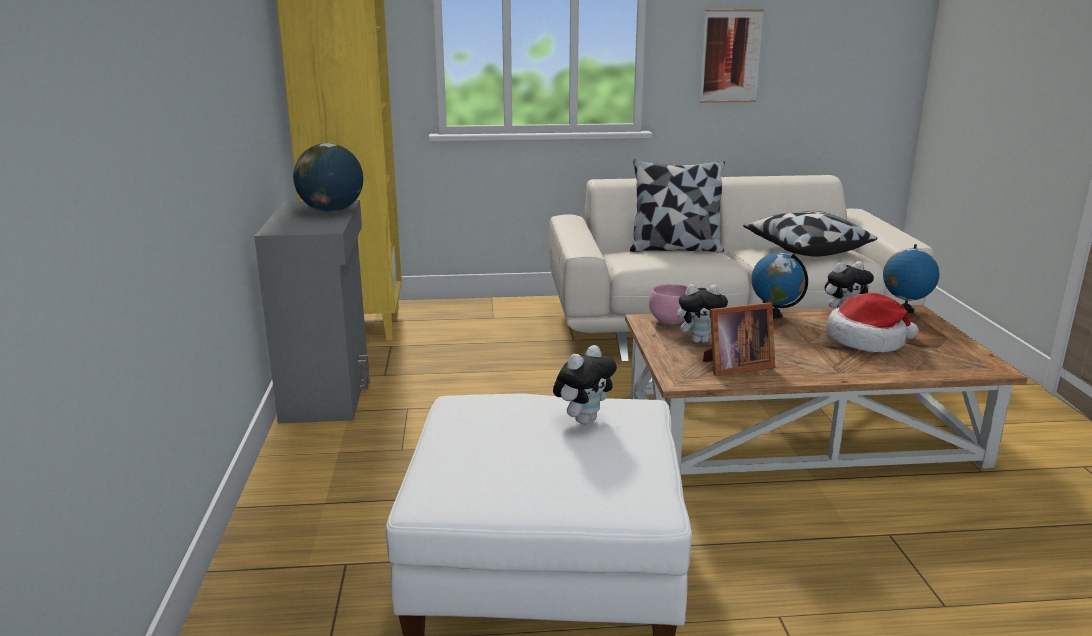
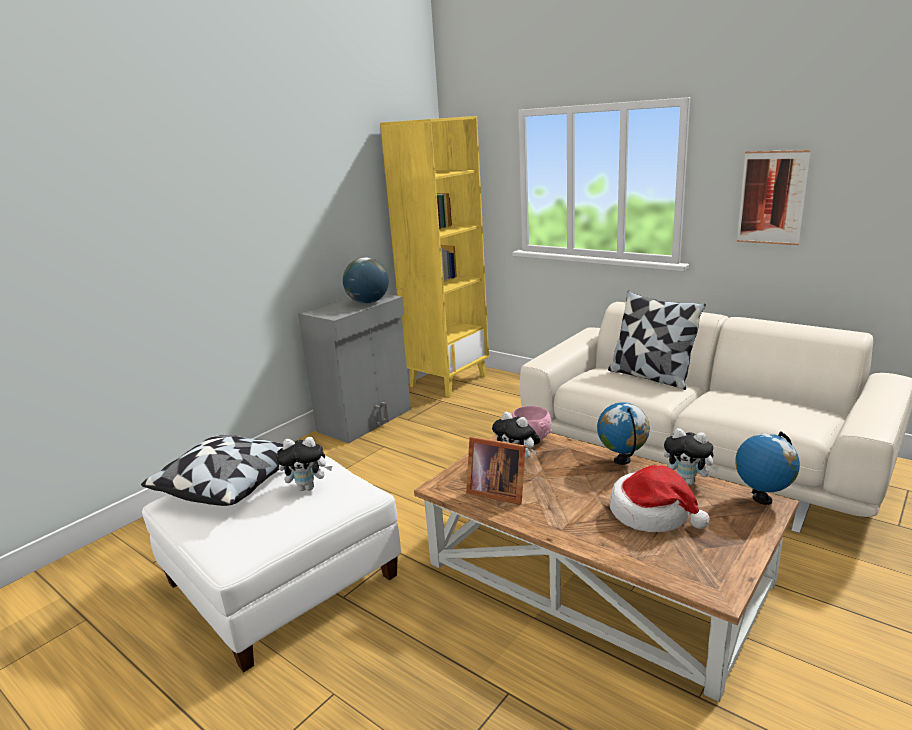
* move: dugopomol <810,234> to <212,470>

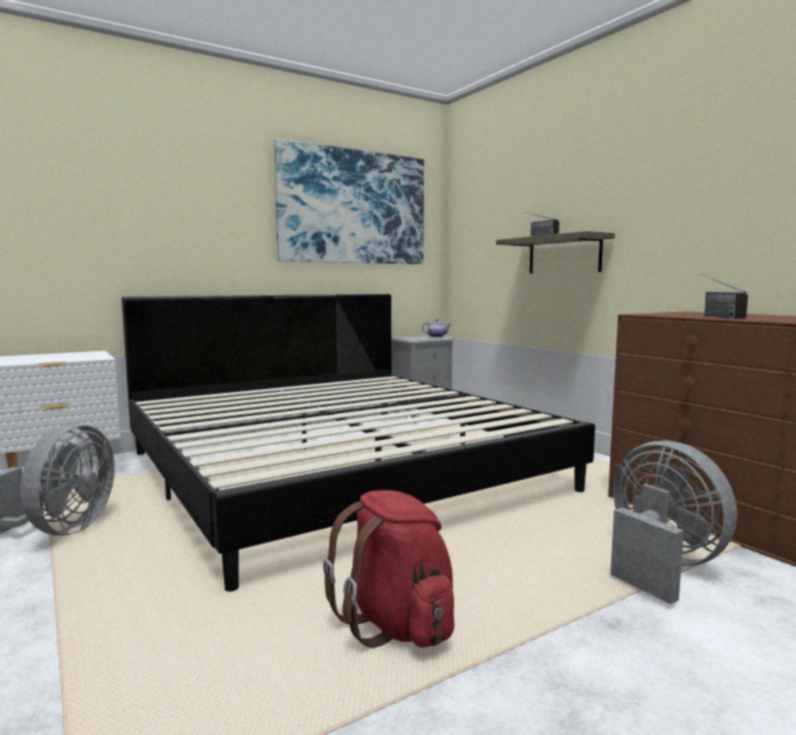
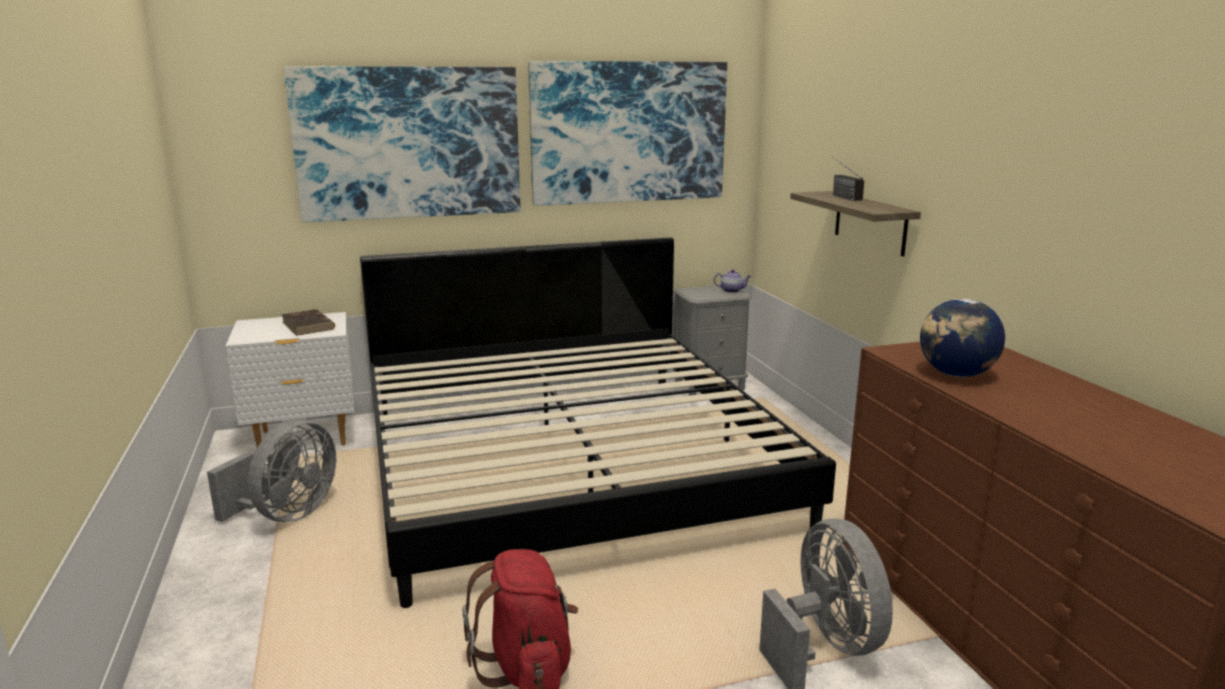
* insert: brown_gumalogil <308,322>
* insert: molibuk <402,144>
* replace: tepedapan <725,296> to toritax <962,338>

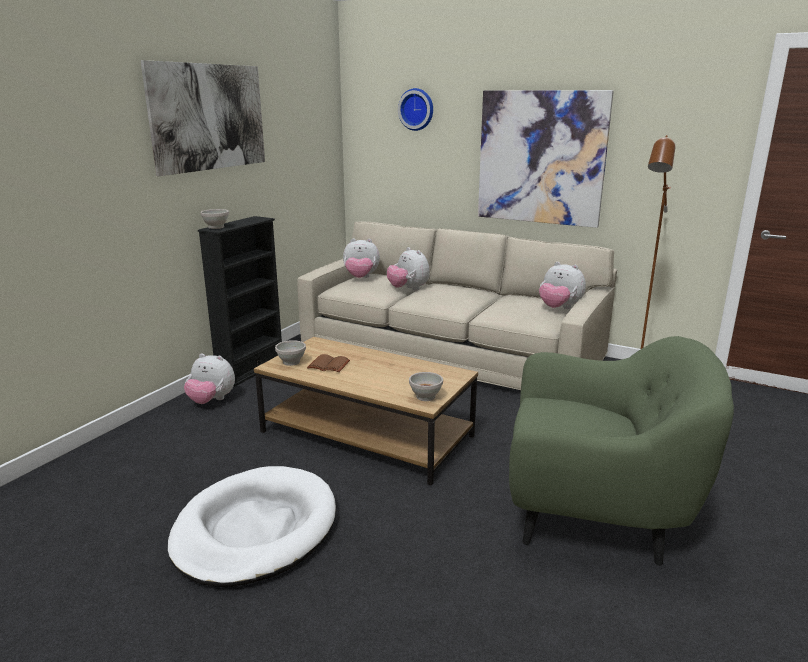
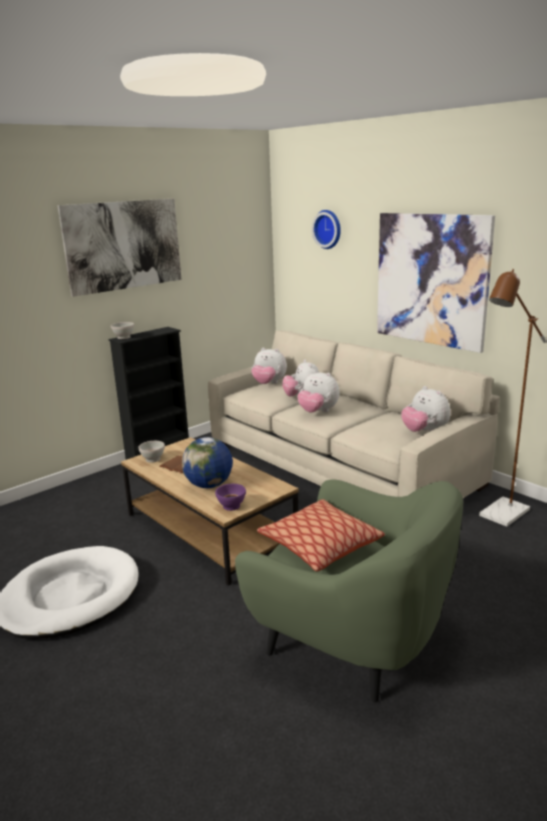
* insert: toritax <207,462>
* recolor: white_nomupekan <426,386> to purple_nomupekan <230,497>
* insert: dugopomol <321,535>
* move: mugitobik <209,379> to <318,391>

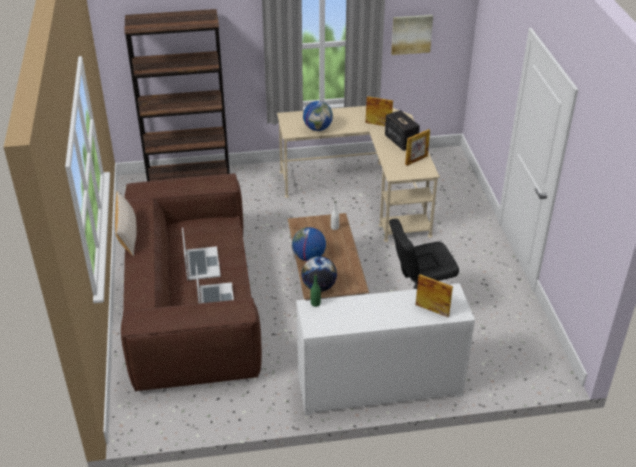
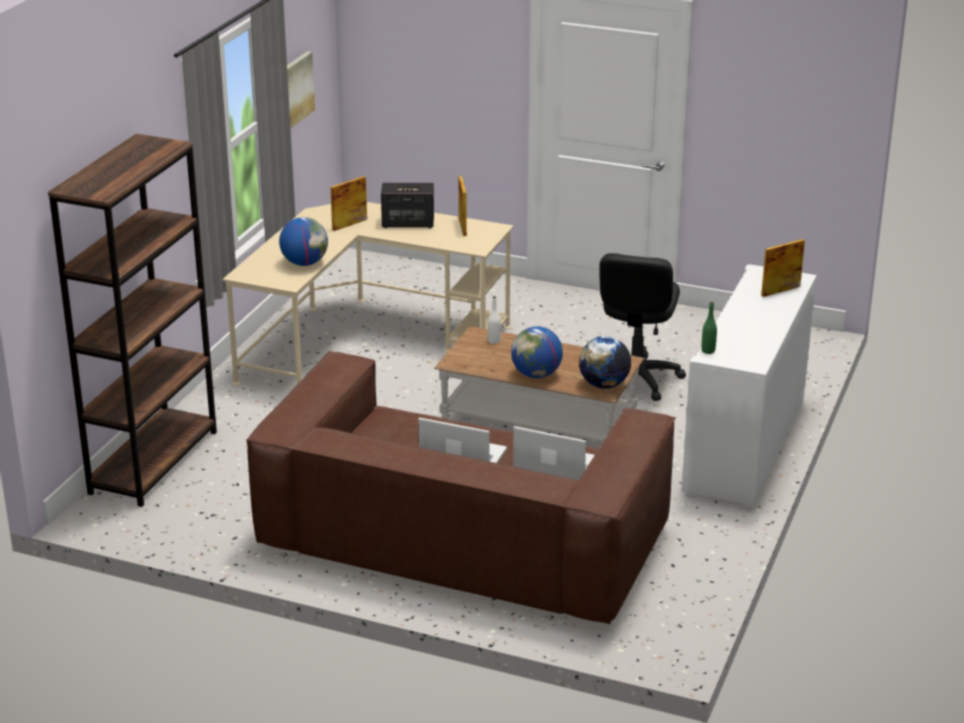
* delete: beige_dugopomol <126,224>

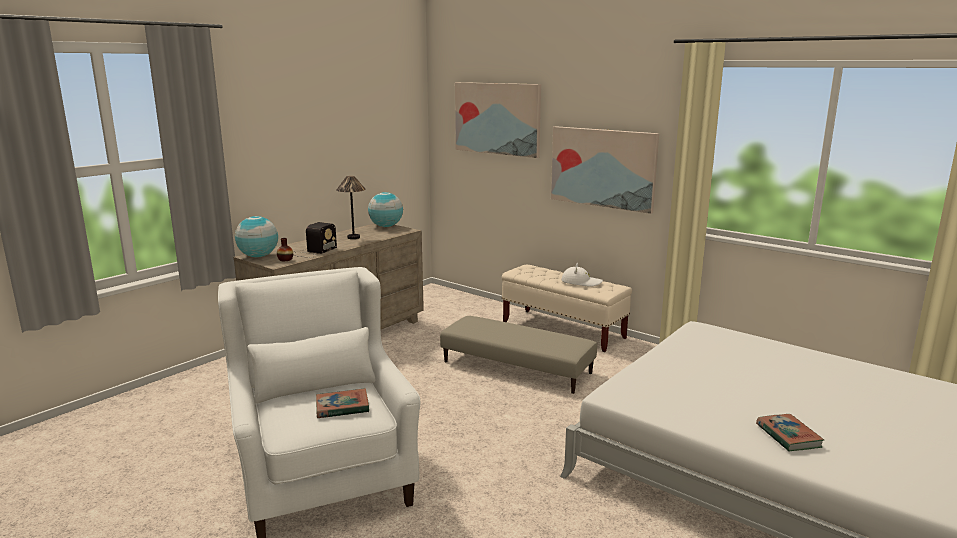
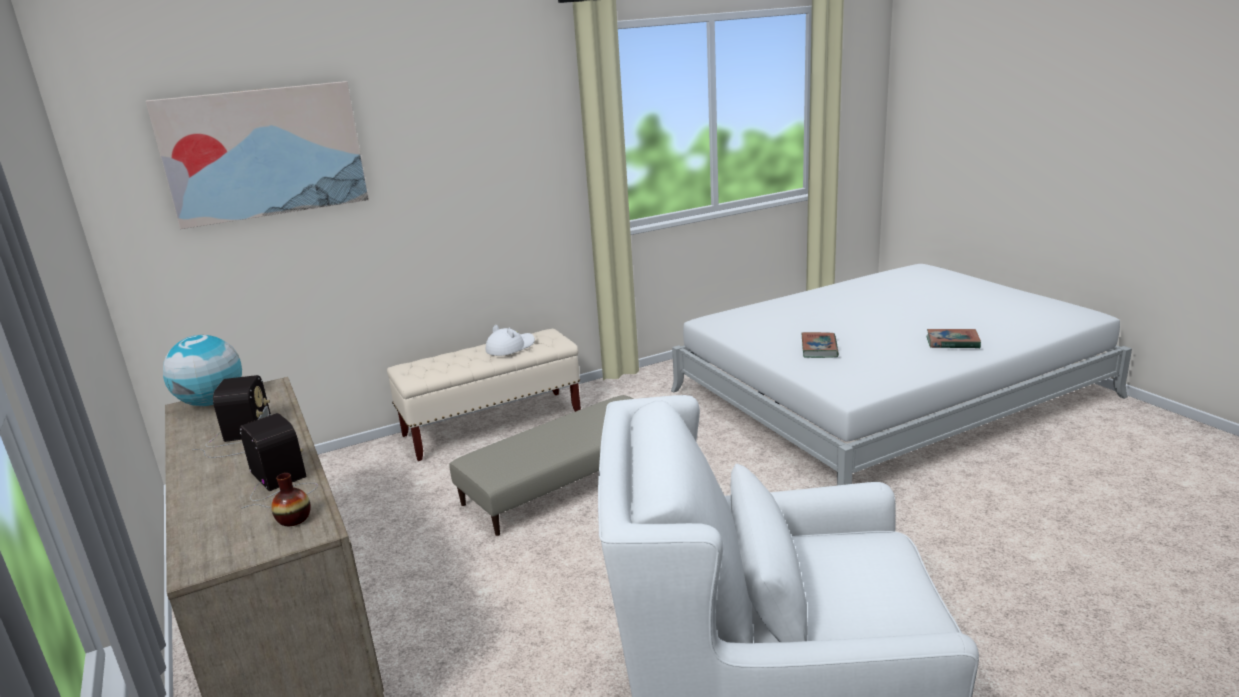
* replace: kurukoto <350,207> to tepedapan <231,416>
* move: gumalogil <342,403> to <820,345>
* delete: toritax <256,237>
* delete: molibuk <605,170>

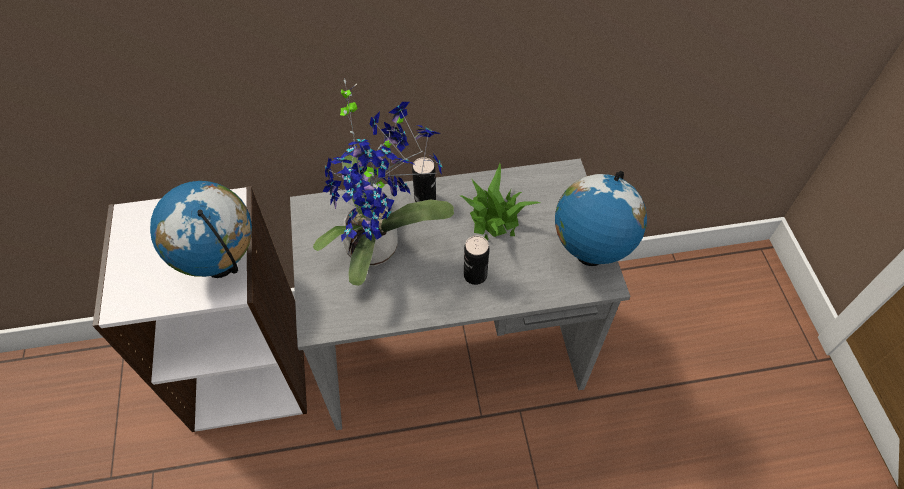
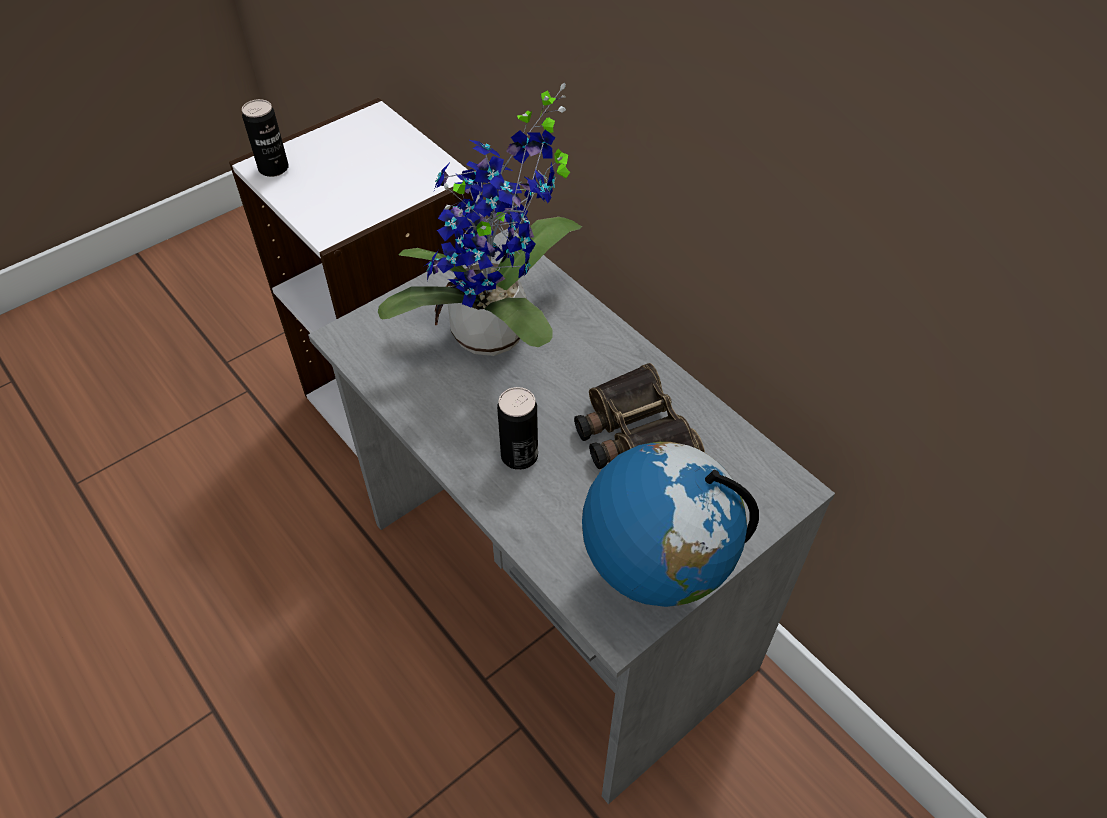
* move: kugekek <424,179> to <265,138>
* replace: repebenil <500,202> to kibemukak <639,416>
* delete: toritax <201,229>

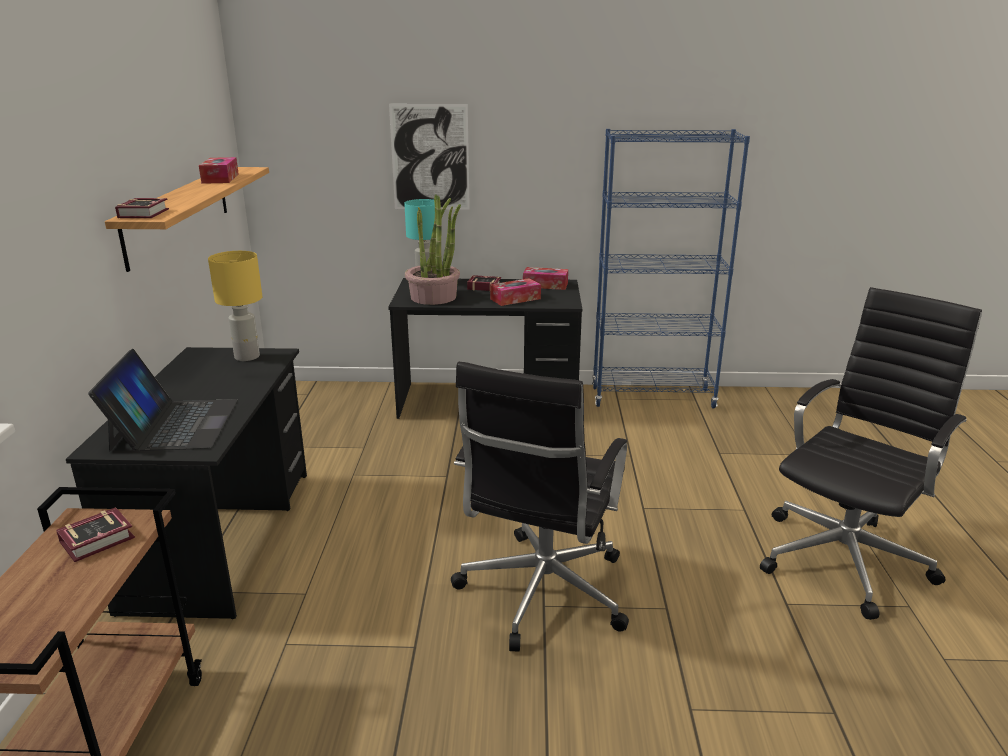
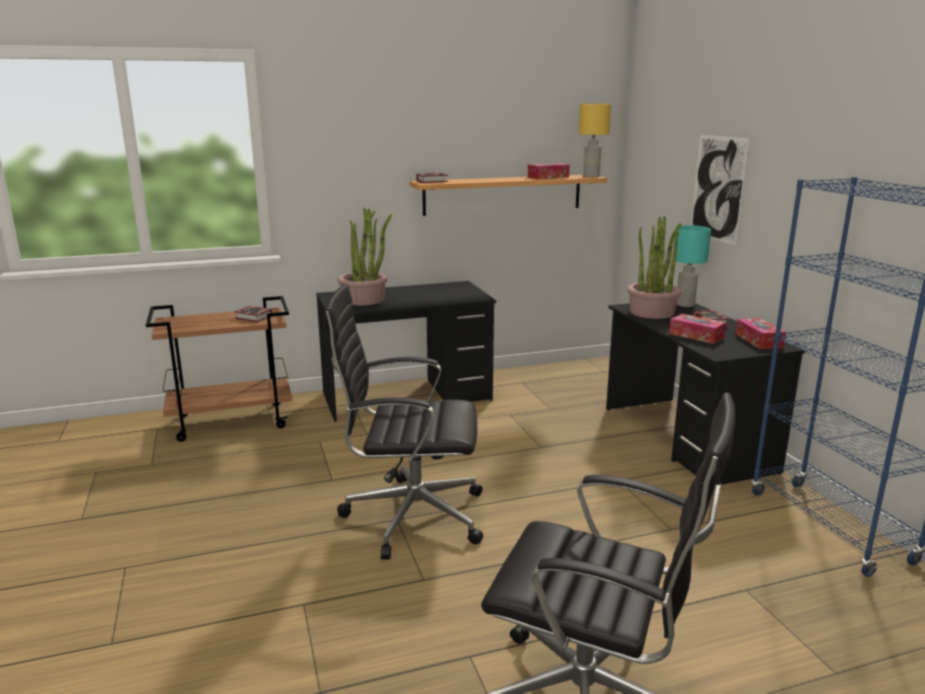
* replace: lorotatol <163,400> to repebenil <365,257>
* move: yellow_kurukoto <235,306> to <595,140>

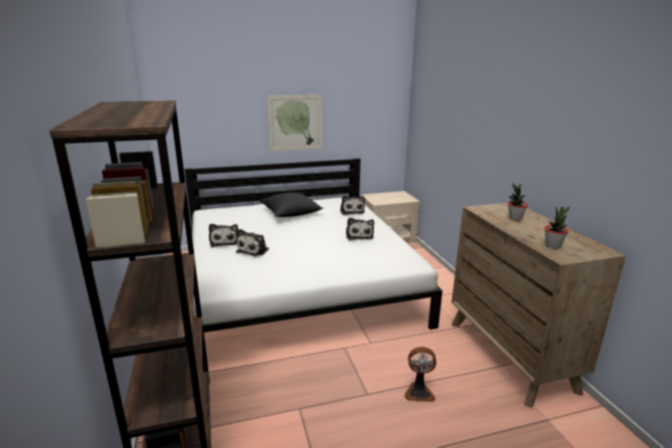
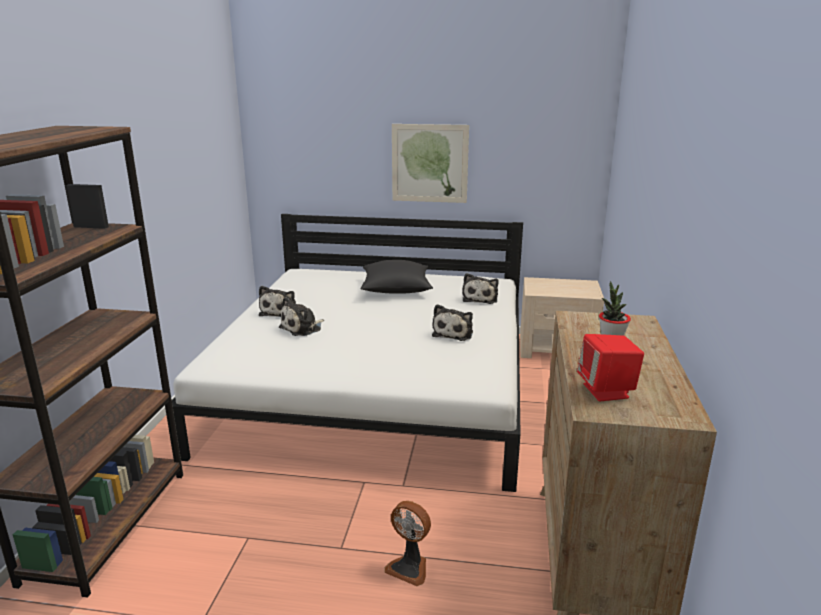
* replace: repebenil <557,227> to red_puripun <610,367>

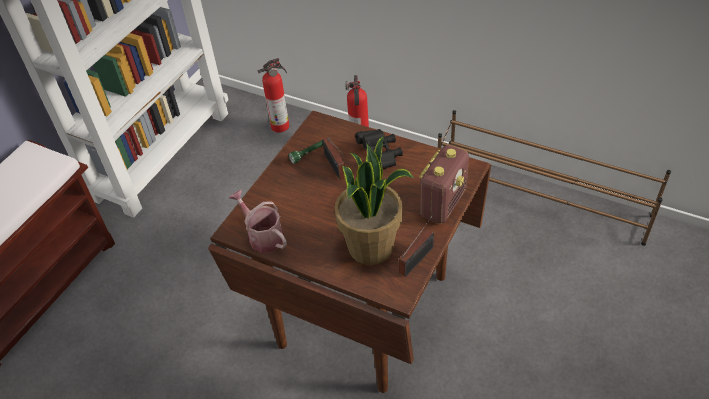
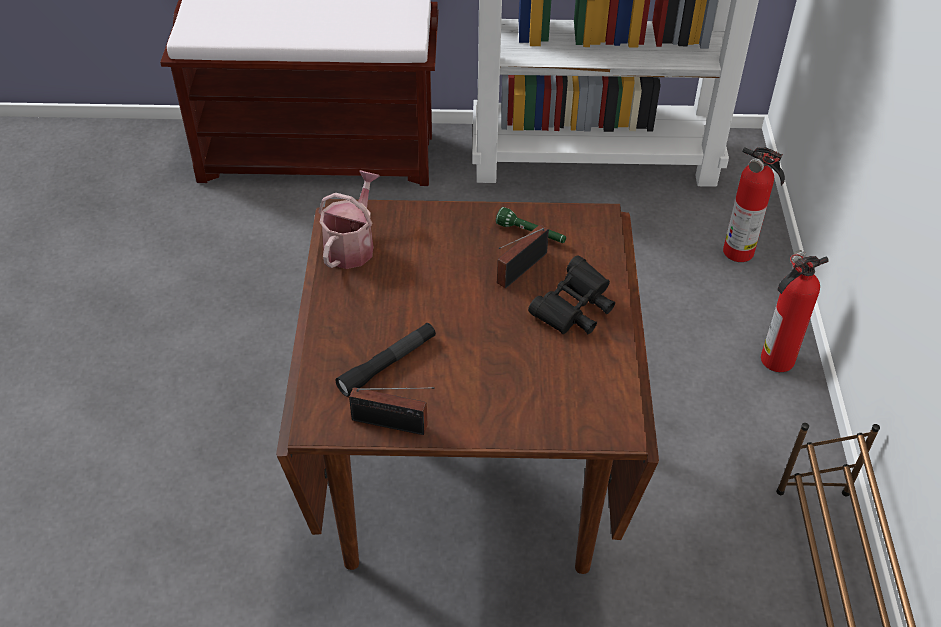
* replace: repebenil <374,200> to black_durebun <385,360>
* delete: tepedapan <444,184>

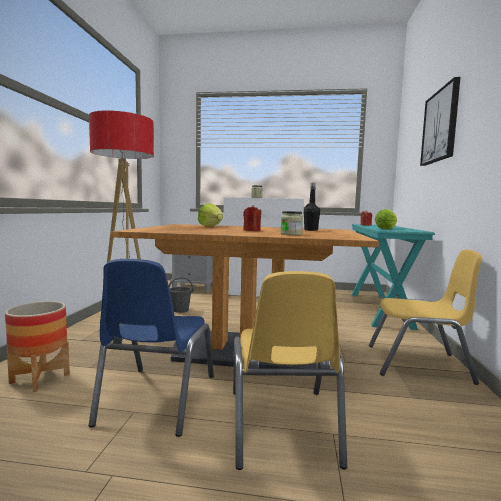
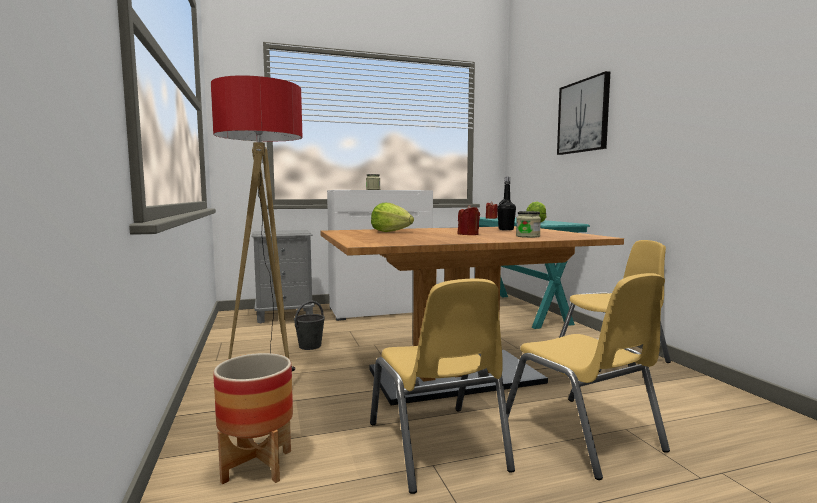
* recolor: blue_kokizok <151,348> to yellow_kokizok <442,386>

